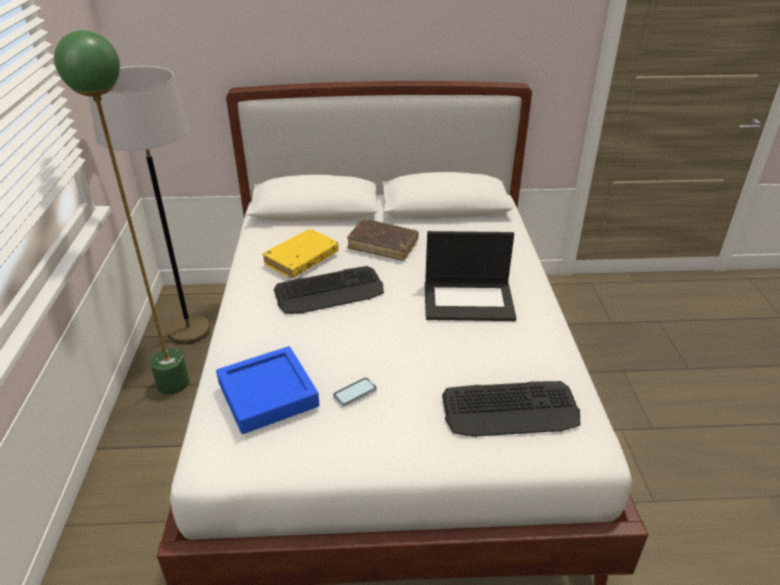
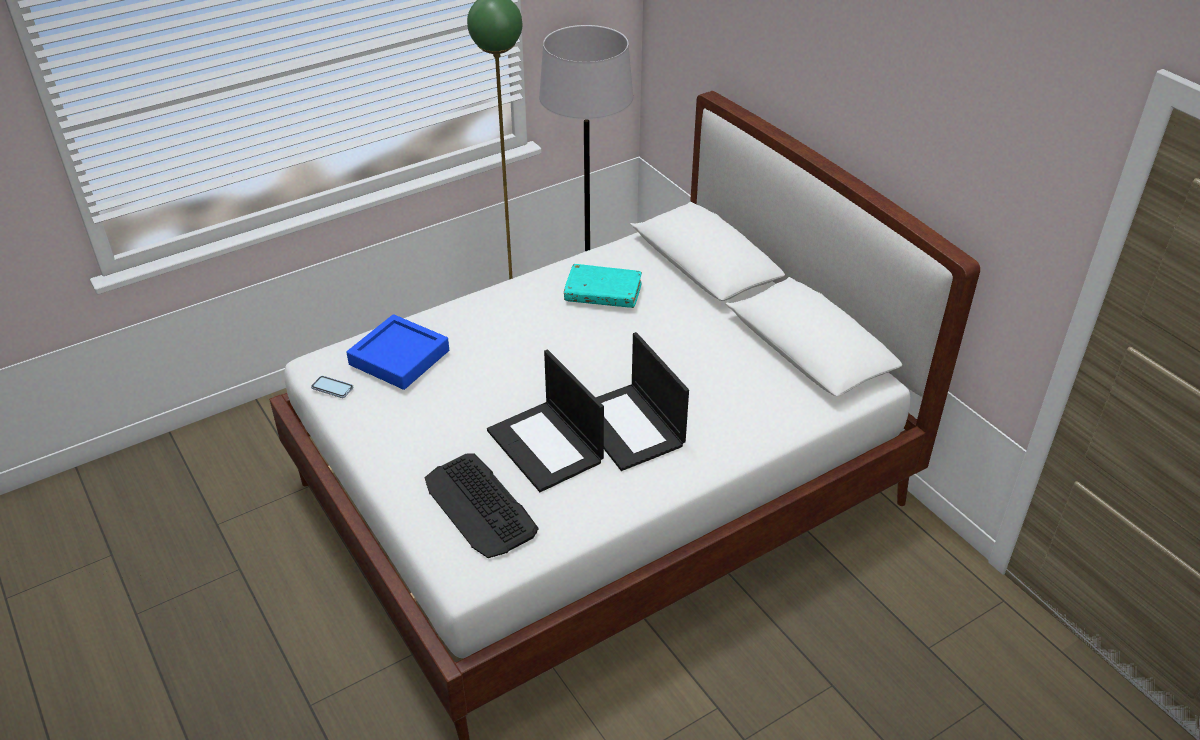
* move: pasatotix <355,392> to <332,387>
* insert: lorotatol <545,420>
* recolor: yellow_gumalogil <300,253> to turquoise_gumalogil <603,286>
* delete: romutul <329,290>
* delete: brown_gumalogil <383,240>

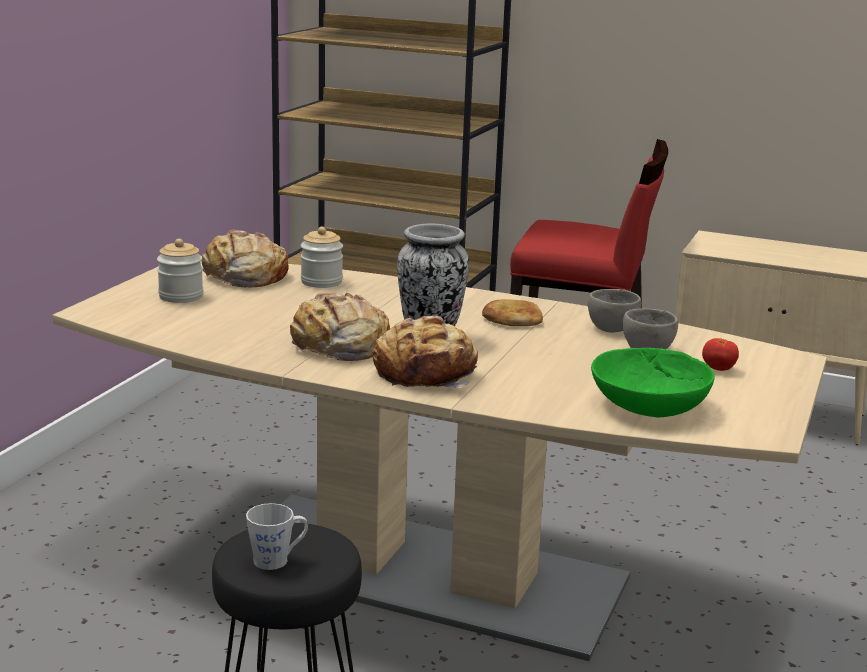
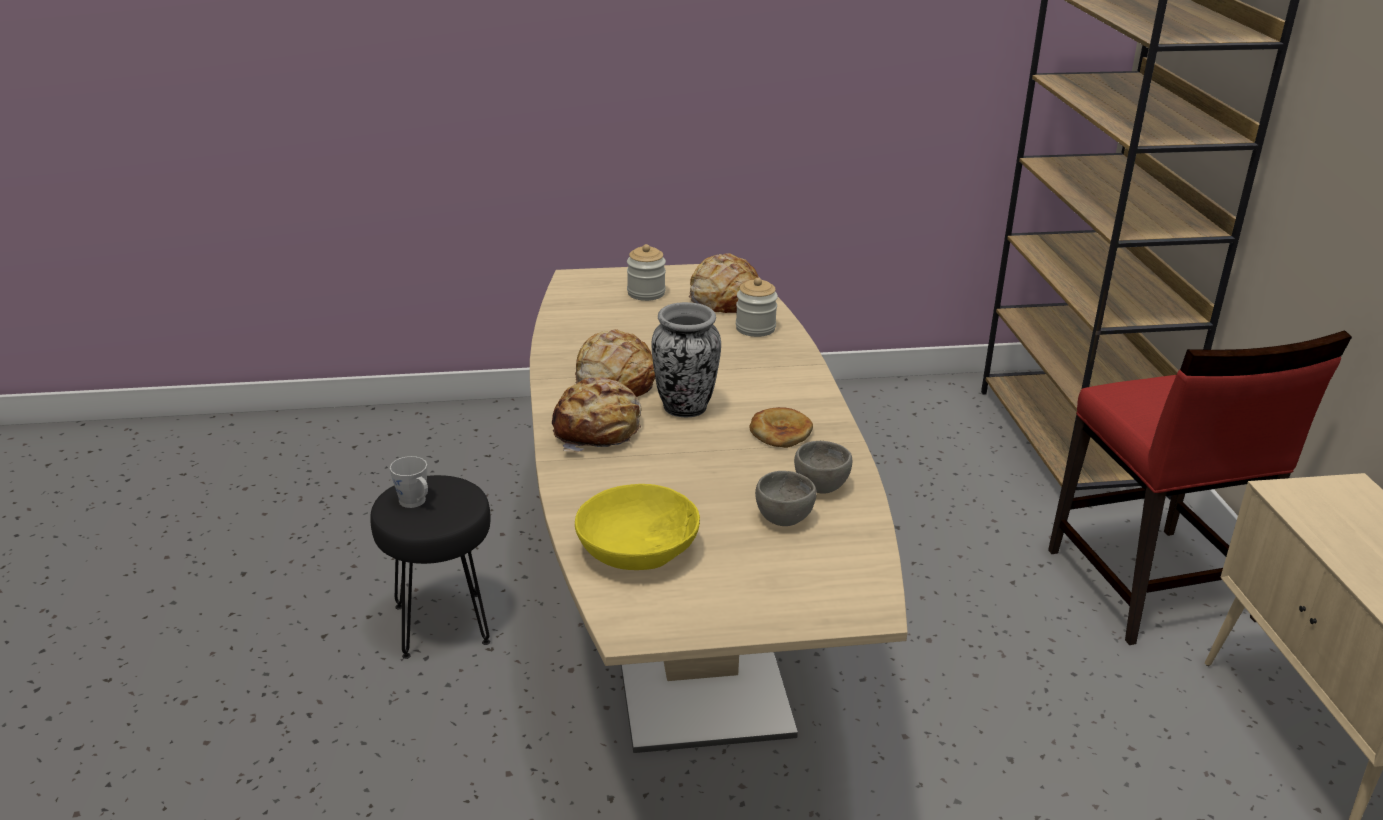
* recolor: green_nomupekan <653,382> to yellow_nomupekan <637,527>
* delete: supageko <720,354>

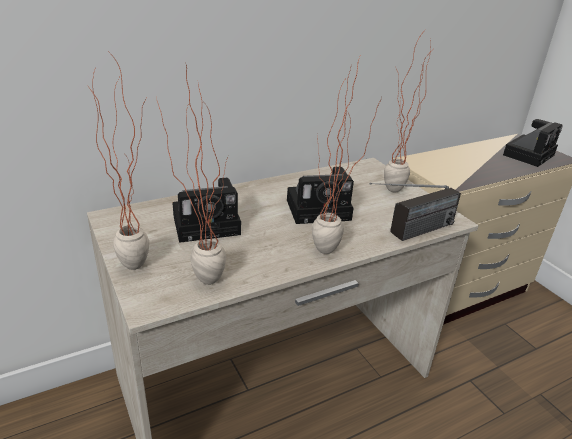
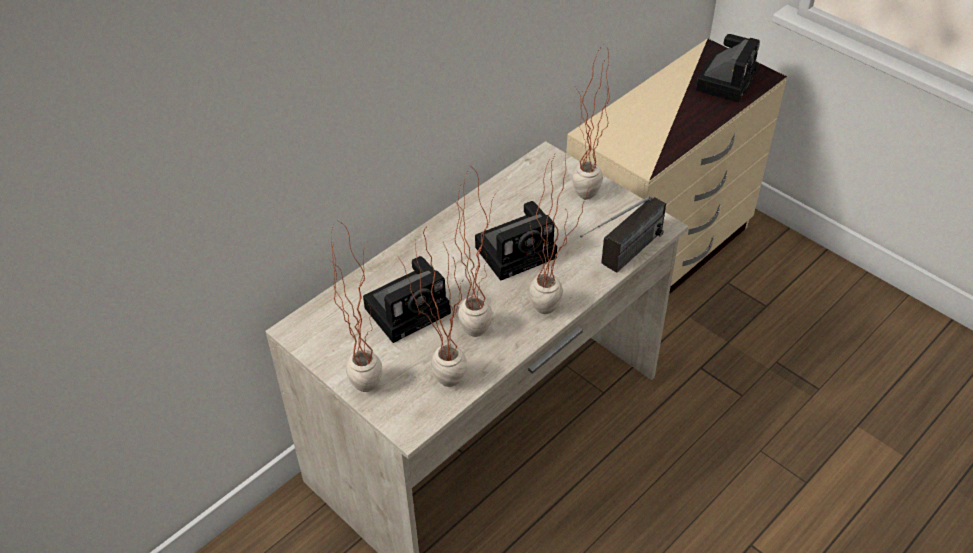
* insert: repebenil <476,251>

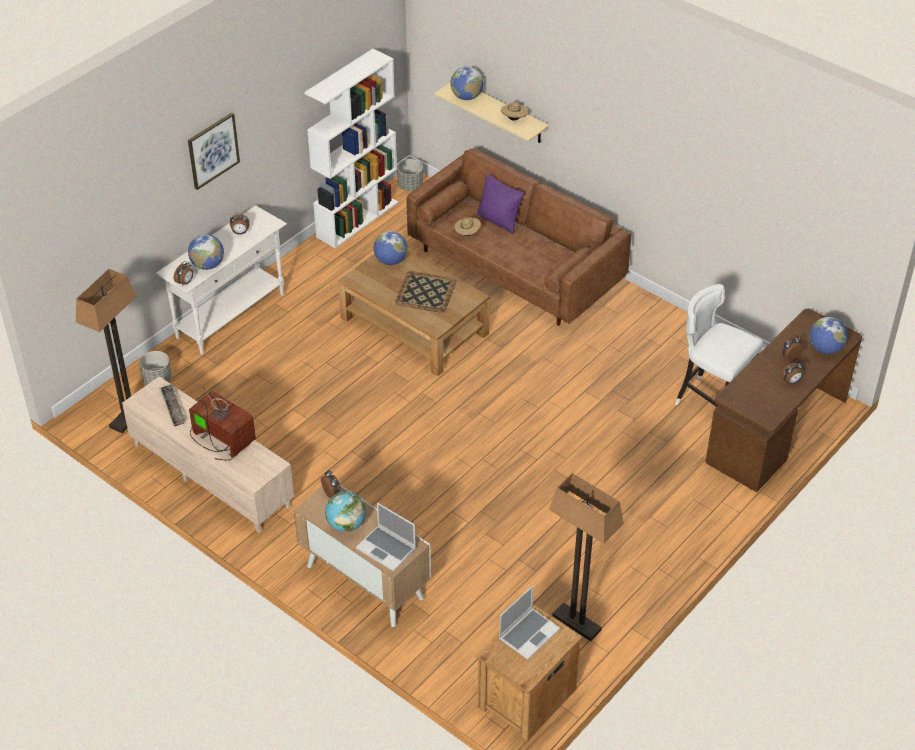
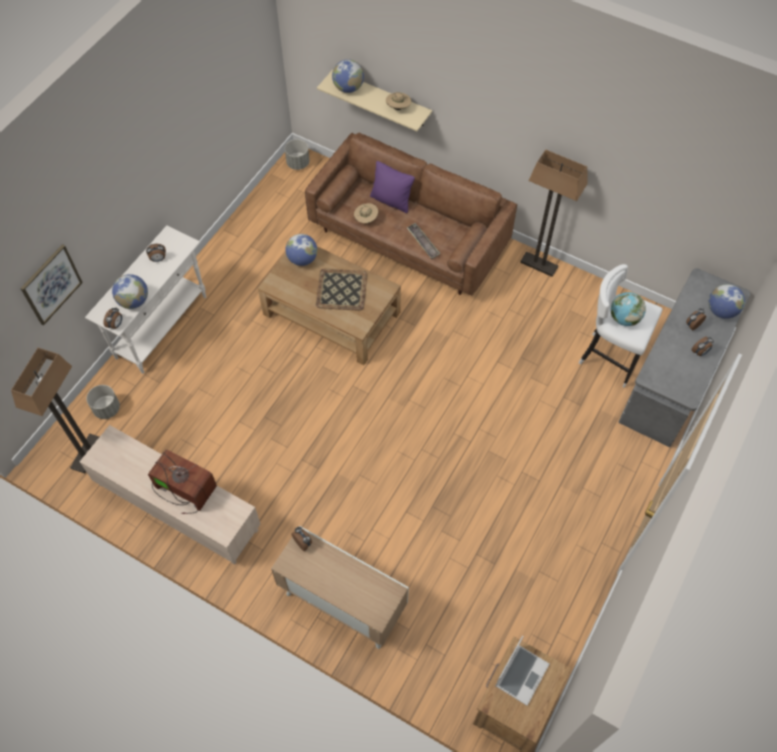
* move: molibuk <214,151> to <51,284>
* move: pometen <172,405> to <423,241>
* move: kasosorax <586,557> to <553,213>
* move: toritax <345,511> to <628,309>
* recolor: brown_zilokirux <783,400> to grey_zilokirux <684,357>
* delete: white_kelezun <351,148>
* delete: lorotatol <386,536>

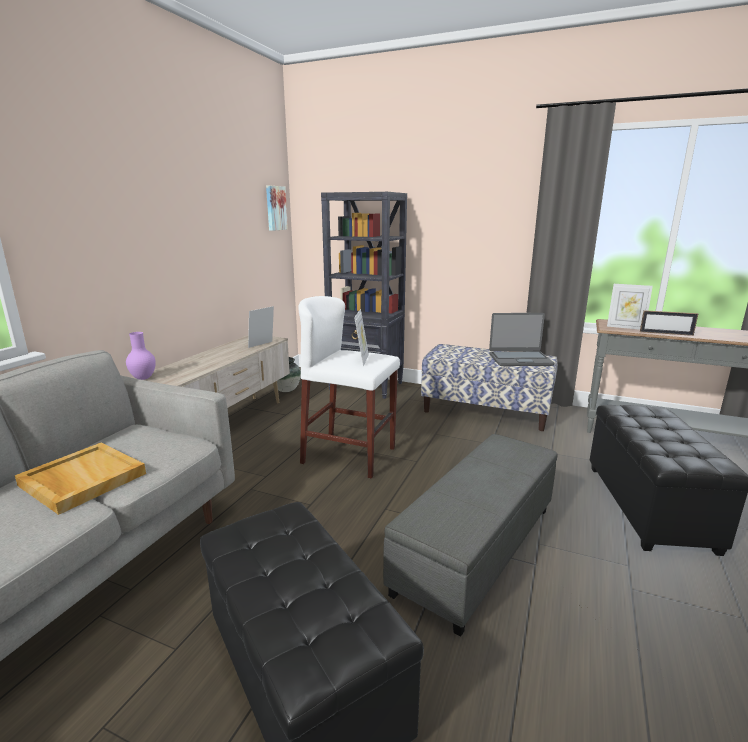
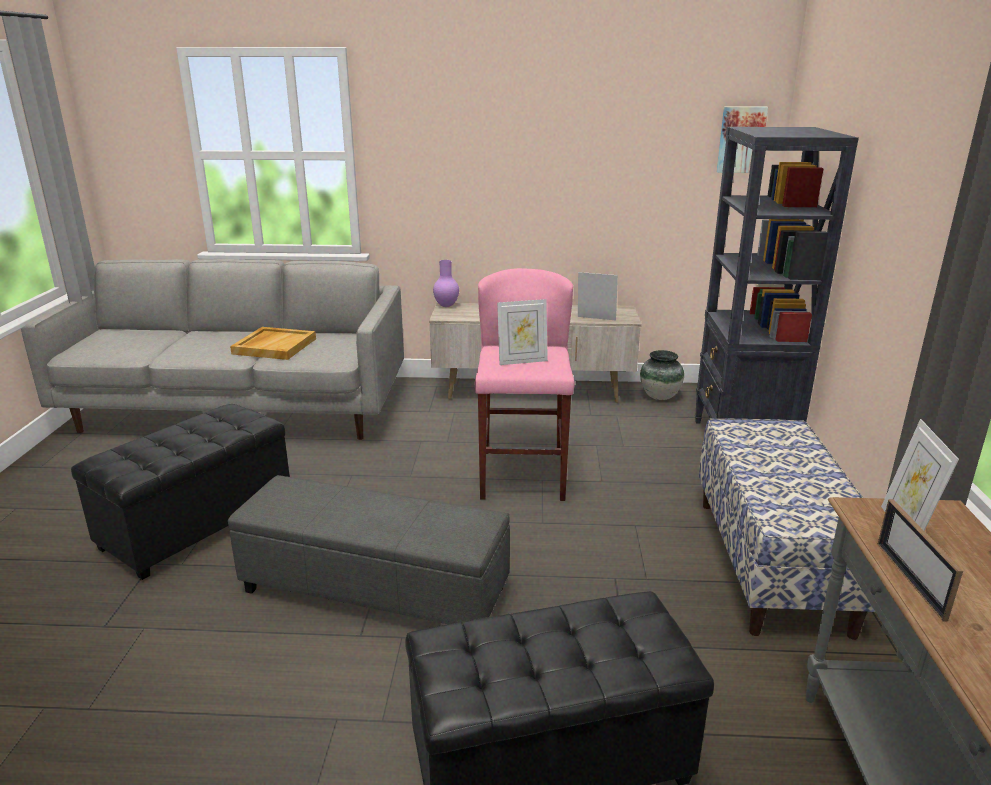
* recolor: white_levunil <349,387> to pink_levunil <525,384>
* delete: lorotatol <521,339>

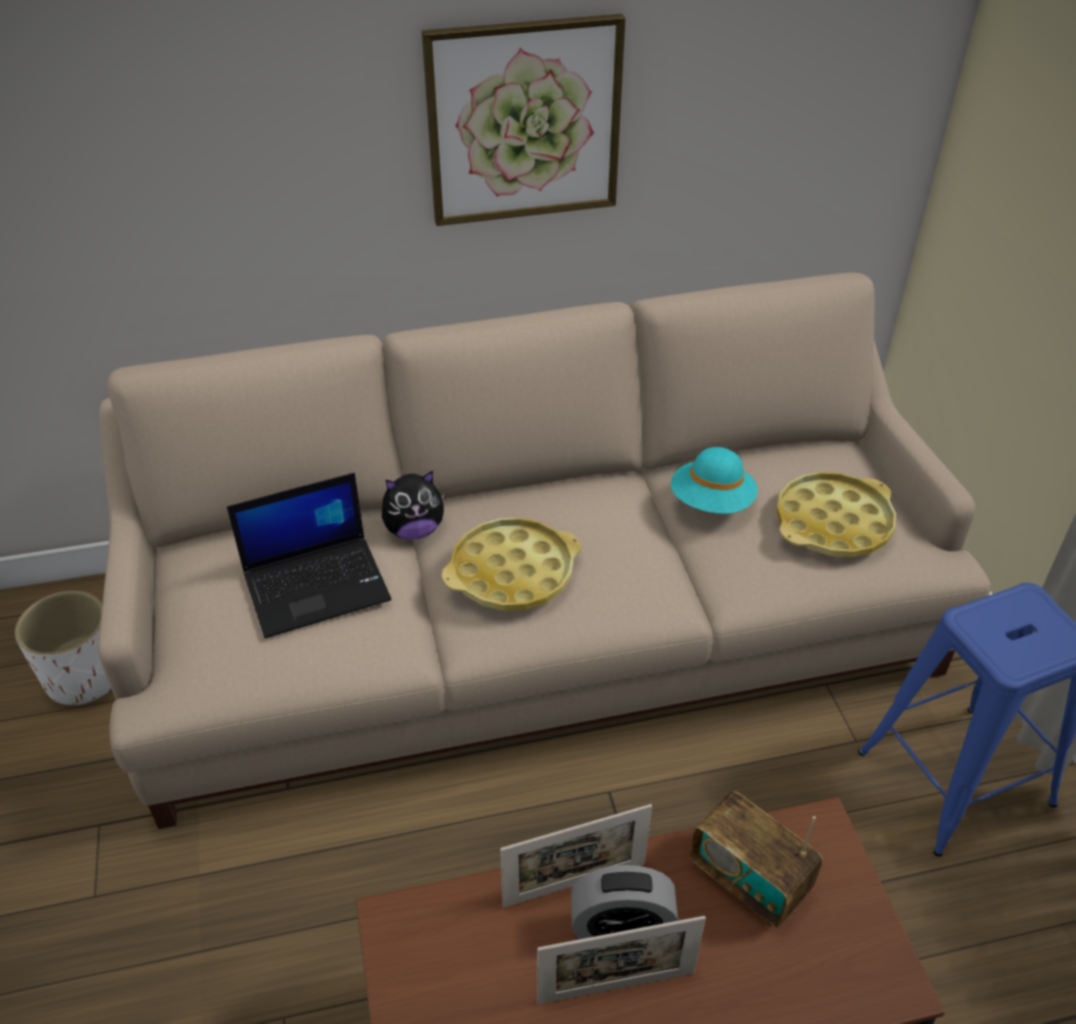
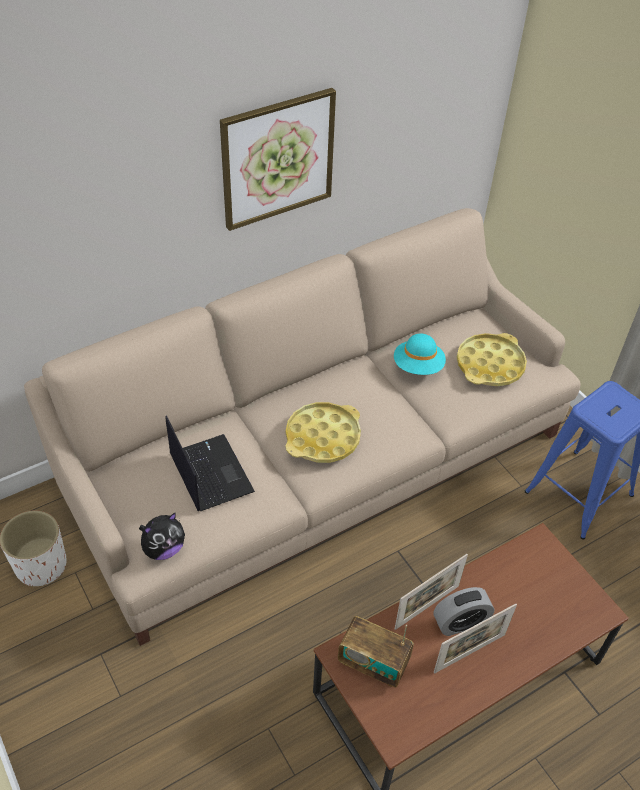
* move: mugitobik <413,505> to <162,536>
* rotate: lorotatol <309,556> = <210,463> 75 degrees counterclockwise
* move: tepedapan <756,859> to <376,651>

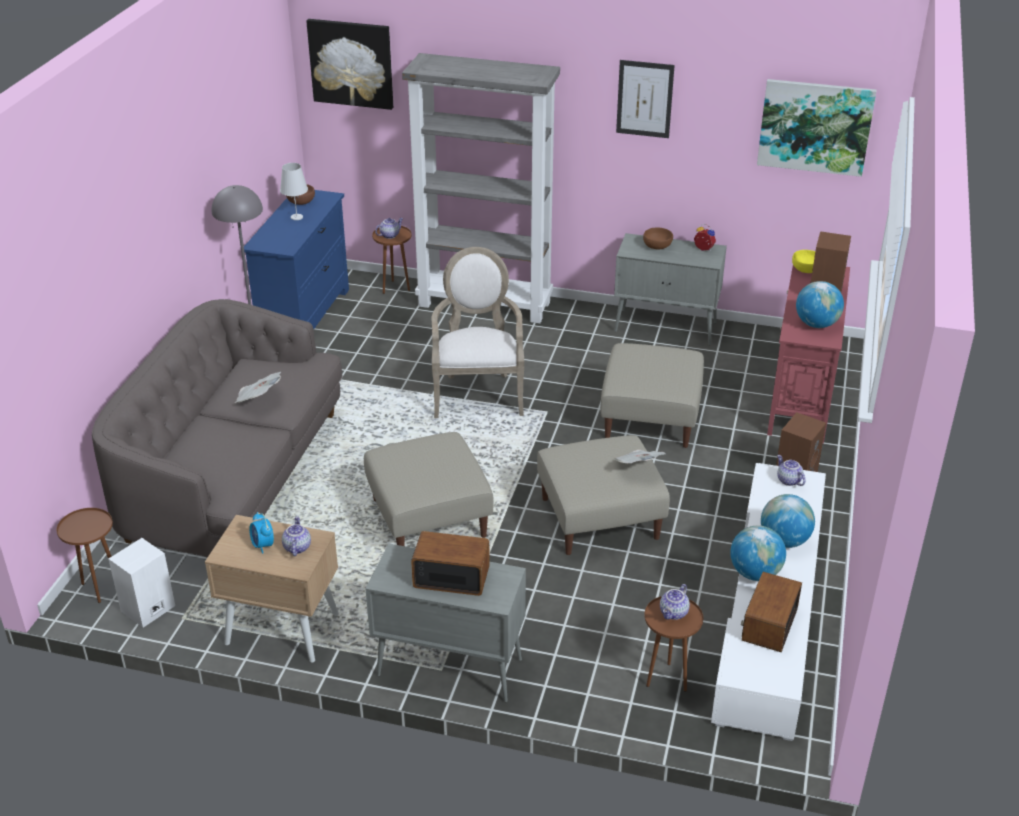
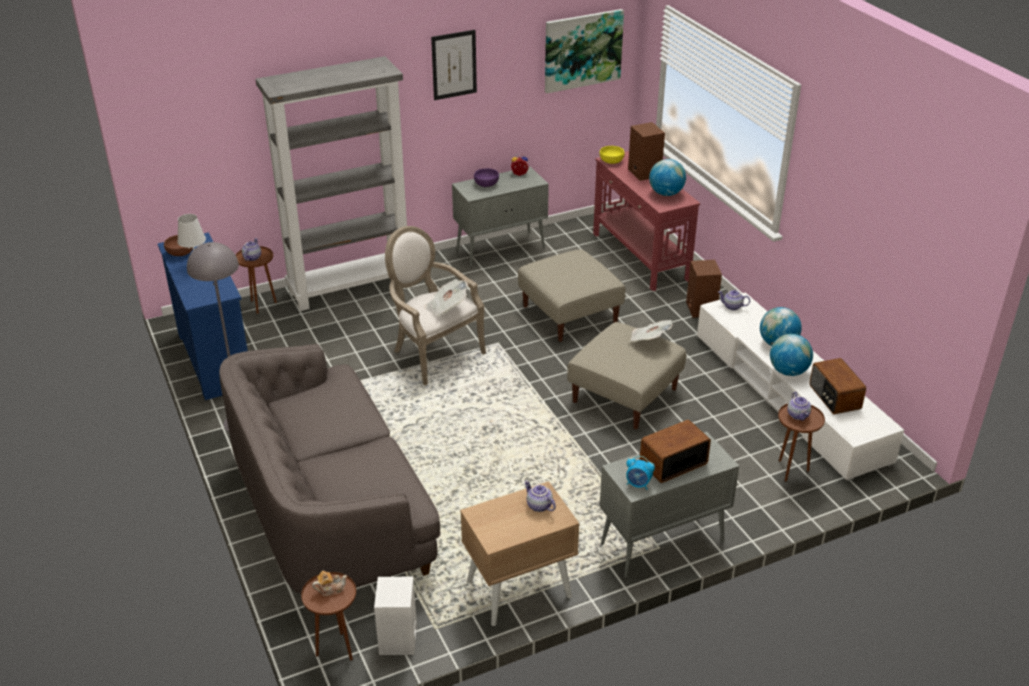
* insert: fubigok <329,583>
* move: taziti <258,387> to <446,297>
* recolor: brown_nomupekan <658,238> to purple_nomupekan <486,177>
* move: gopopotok <261,533> to <640,473>
* delete: molibuk <349,64>
* delete: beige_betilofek <429,489>

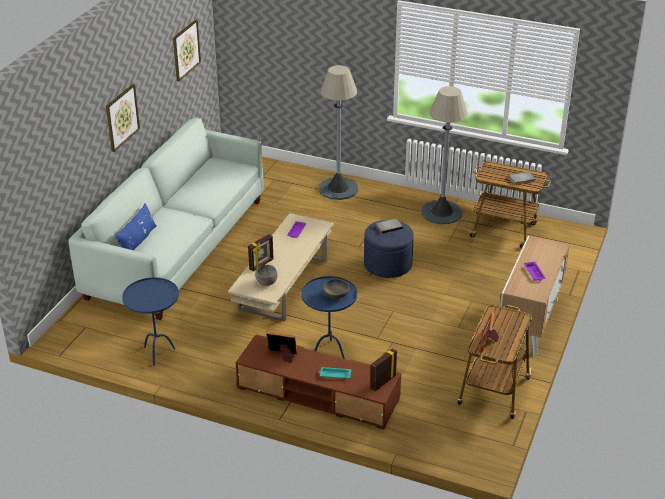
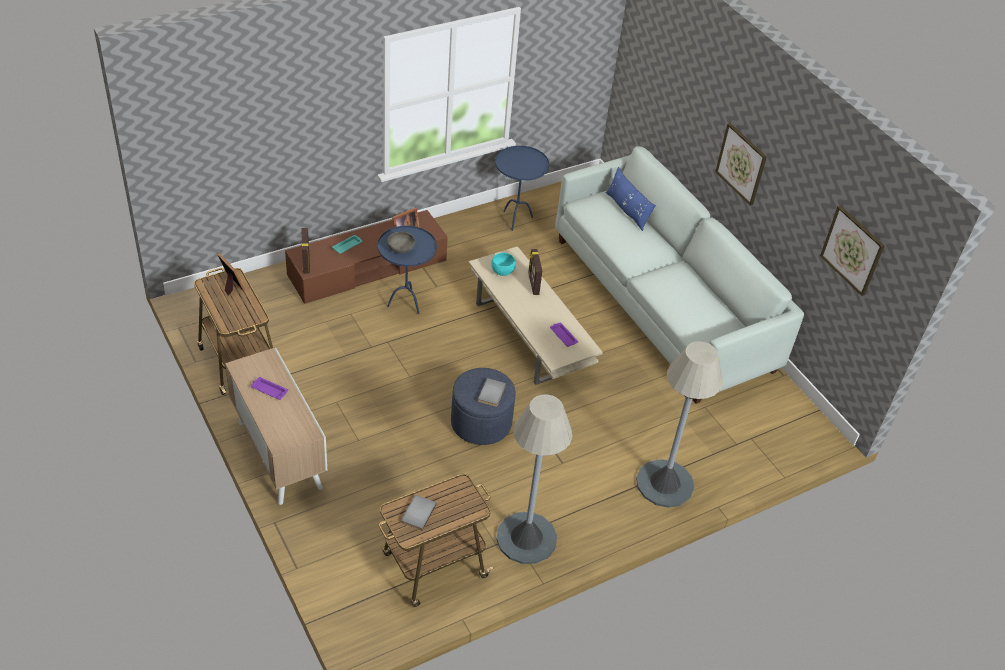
* recolor: grey_nomupekan <266,275> to turquoise_nomupekan <503,264>

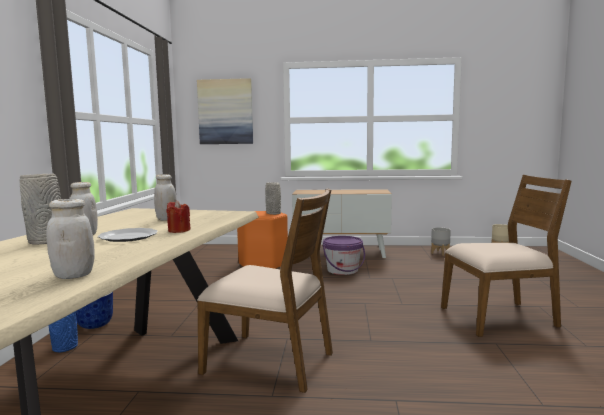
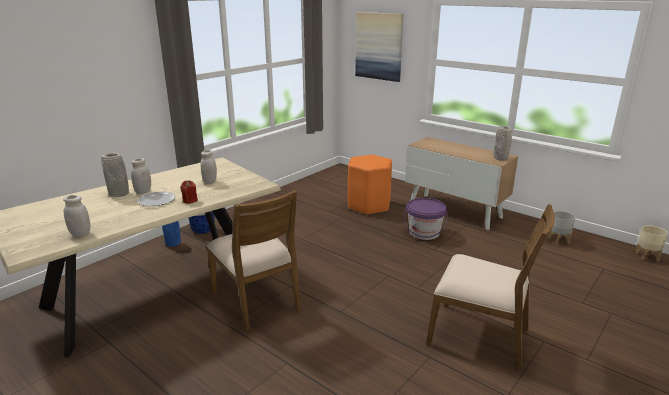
* move: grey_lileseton <273,198> to <502,143>

